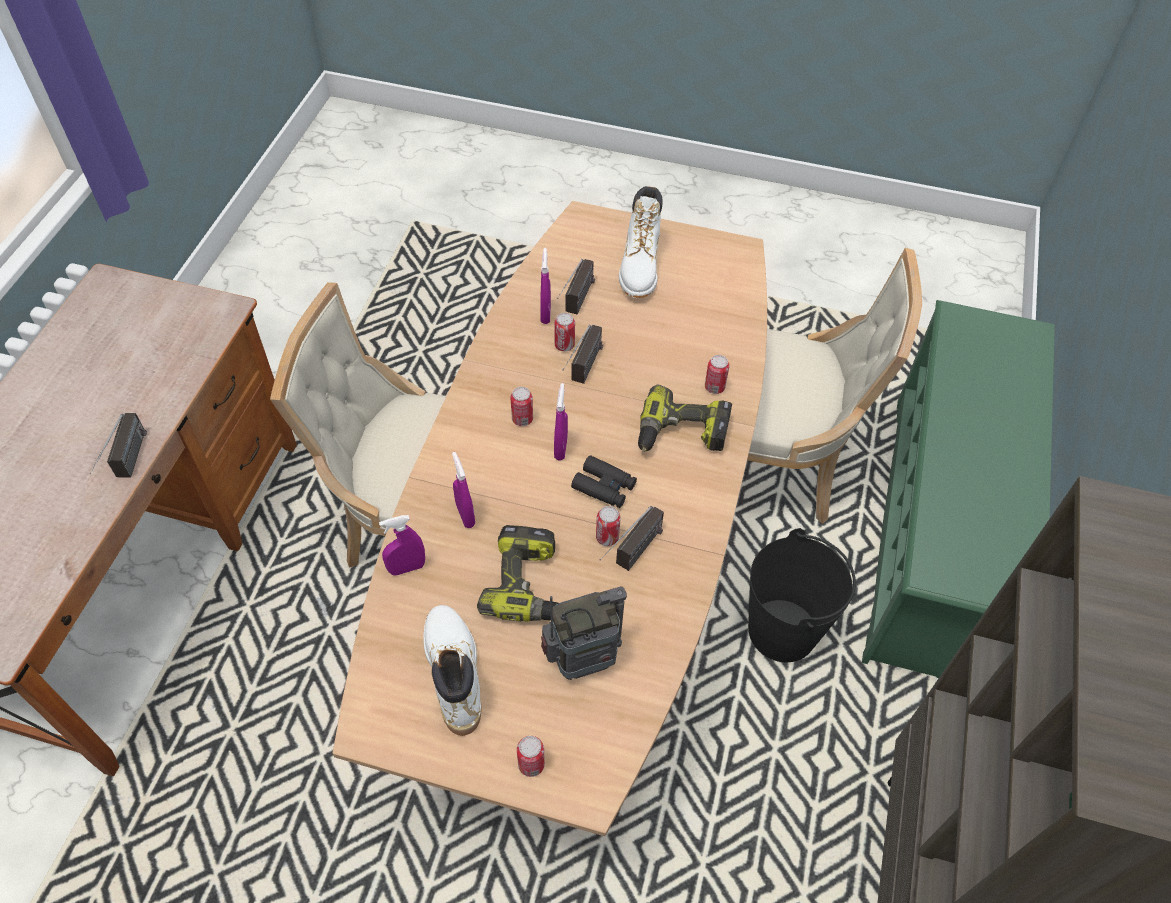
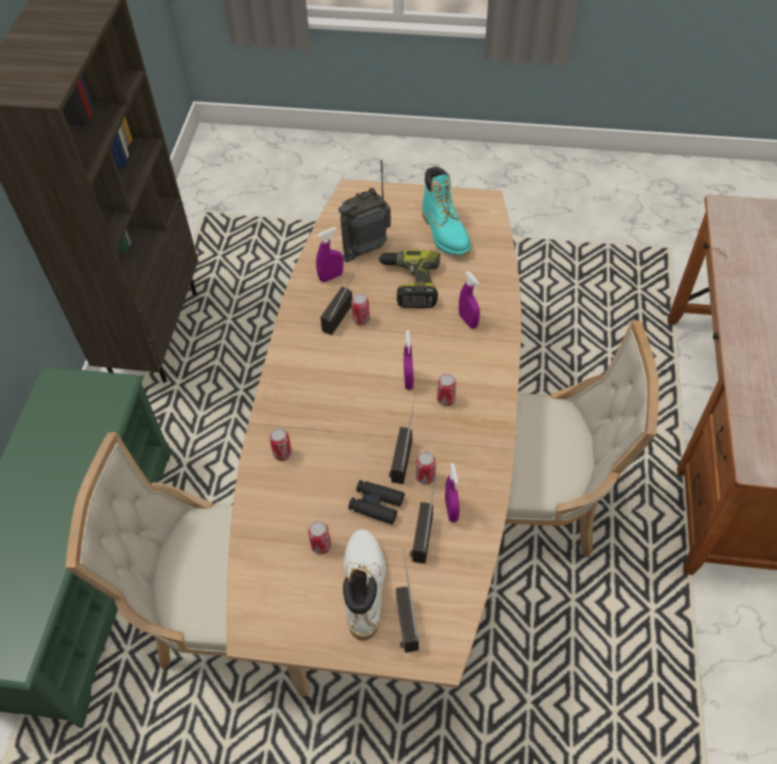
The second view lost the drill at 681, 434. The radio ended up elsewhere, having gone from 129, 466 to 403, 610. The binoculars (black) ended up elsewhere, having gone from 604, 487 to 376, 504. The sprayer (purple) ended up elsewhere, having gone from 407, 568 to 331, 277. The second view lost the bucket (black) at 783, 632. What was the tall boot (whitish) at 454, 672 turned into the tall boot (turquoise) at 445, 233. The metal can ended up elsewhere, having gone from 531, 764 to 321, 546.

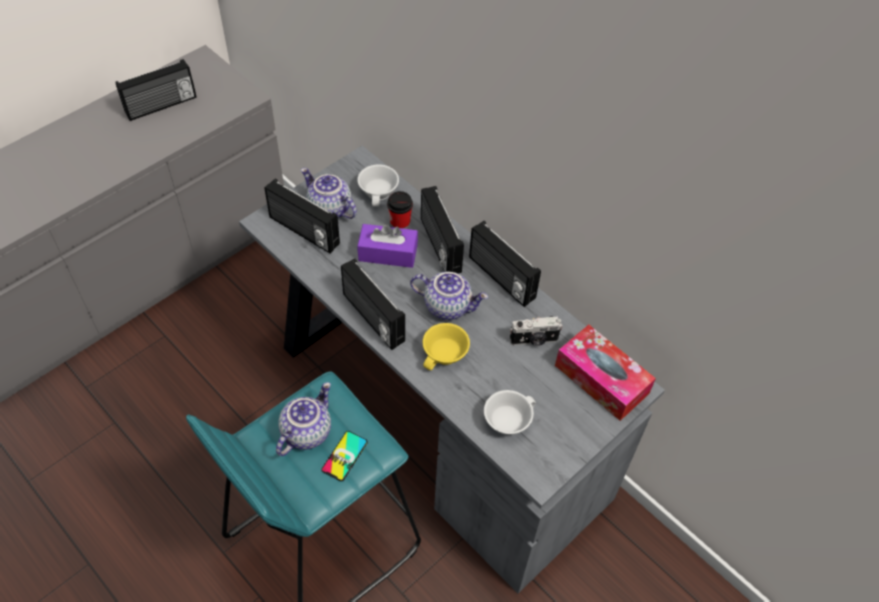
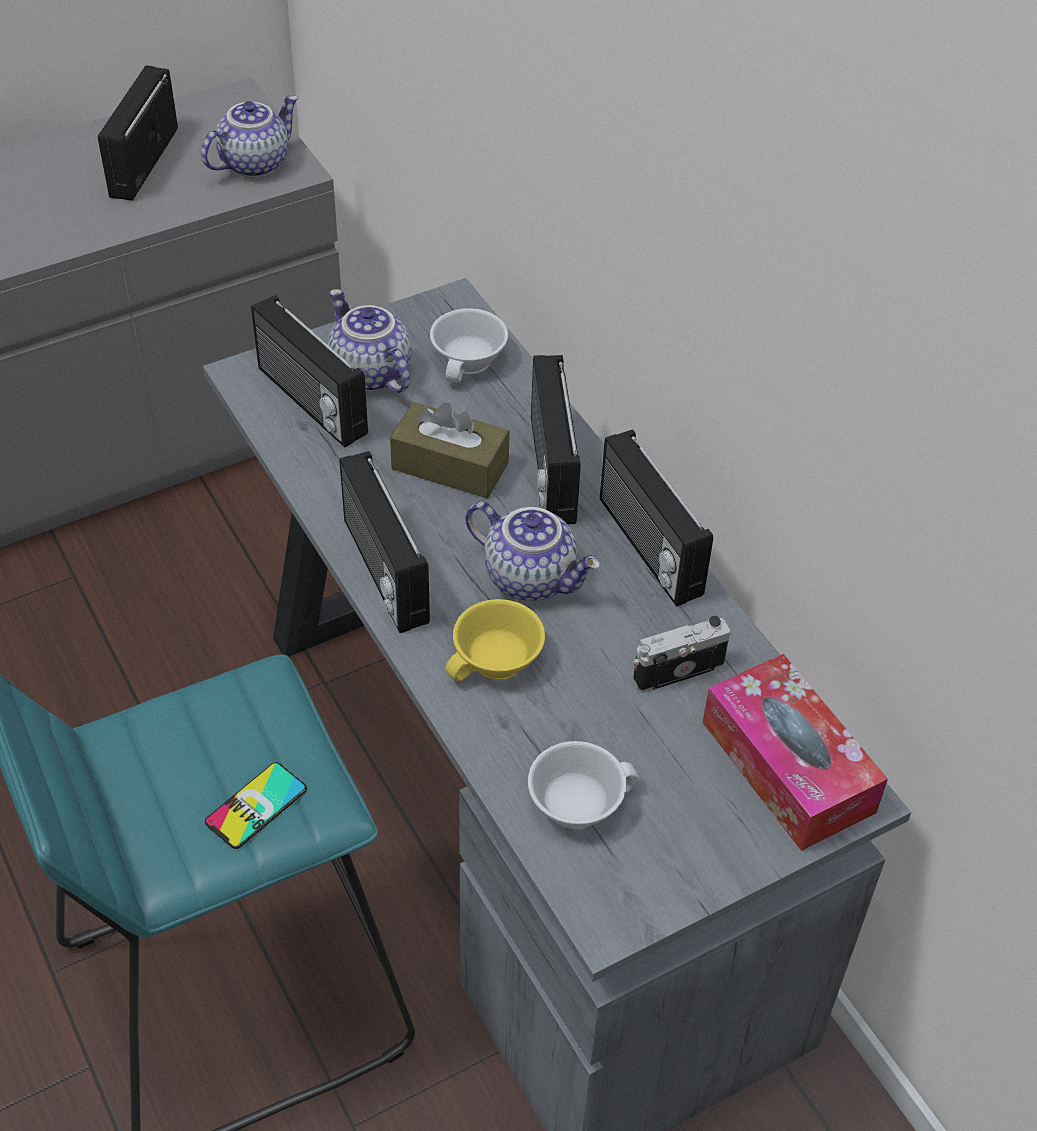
The radio at 161, 106 ended up facing another way, 120 degrees clockwise from before. The second view lost the drinking cup at 400, 223. What was the tissue box (purple) at 388, 253 turned into the tissue box (brown-coloured) at 450, 466. The still camera at 534, 340 ended up facing another way, 150 degrees clockwise from before. The tea pot ended up elsewhere, having gone from 305, 431 to 254, 162.

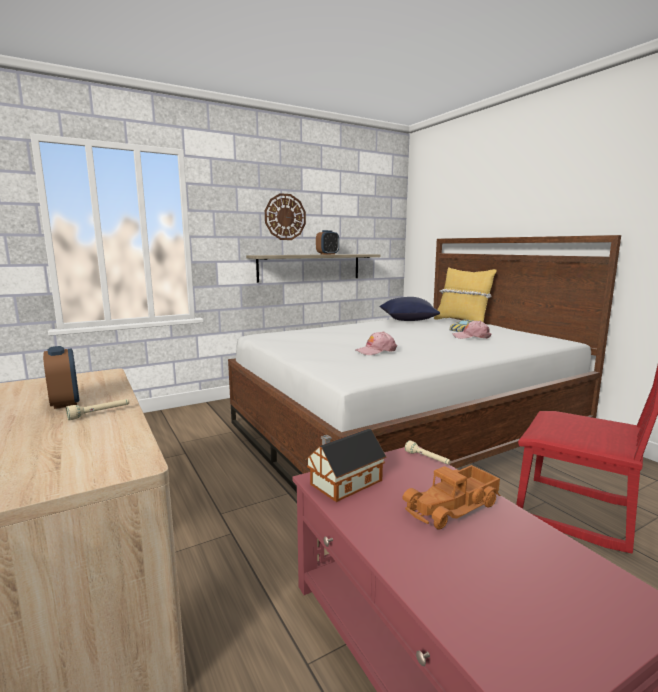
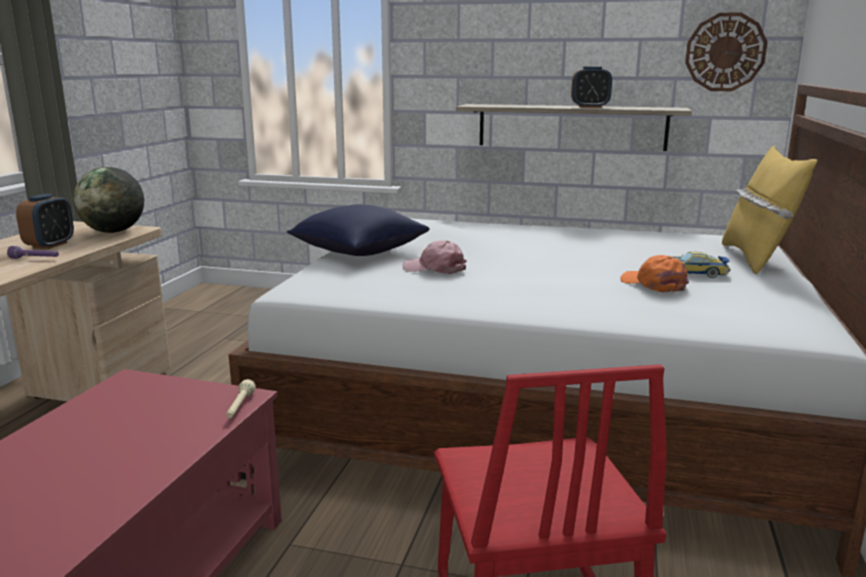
The clock on the wall ended up elsewhere, having gone from 285, 217 to 725, 52. The cushion (blue-coloured) ended up elsewhere, having gone from 407, 320 to 358, 251. What was the baseball cap (pinkish) at 471, 337 turned into the baseball cap (orange-coloured) at 654, 284. What was the torch (beige) at 99, 413 turned into the torch (purple) at 35, 259. The second view lost the toy house at 343, 483. The second view lost the toy truck at 454, 507. The second view gained the desk globe at 114, 231.

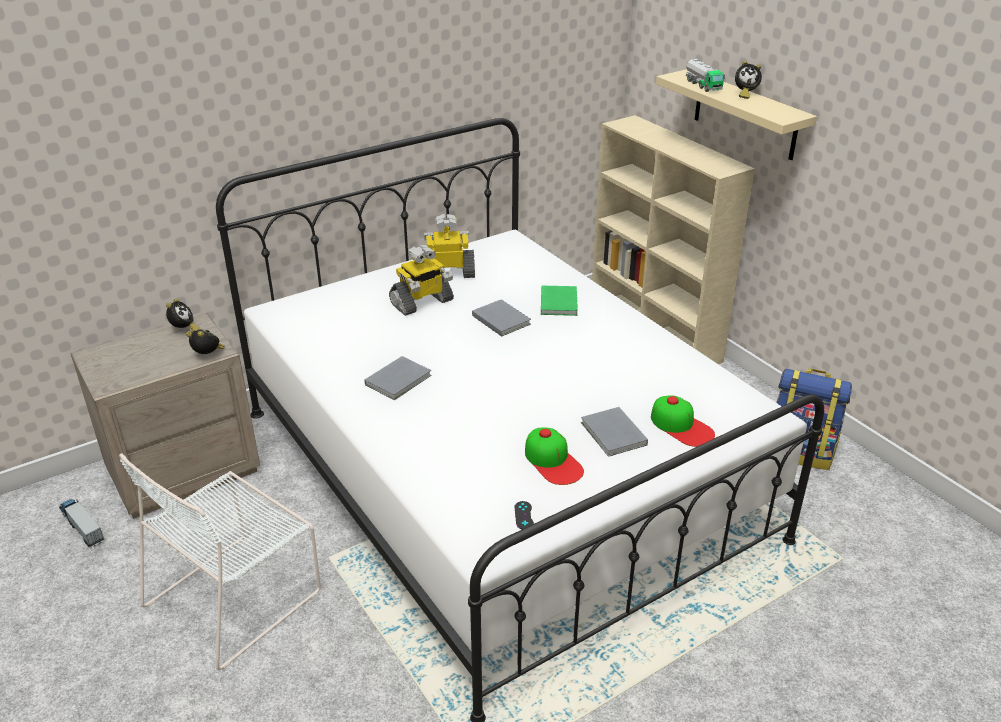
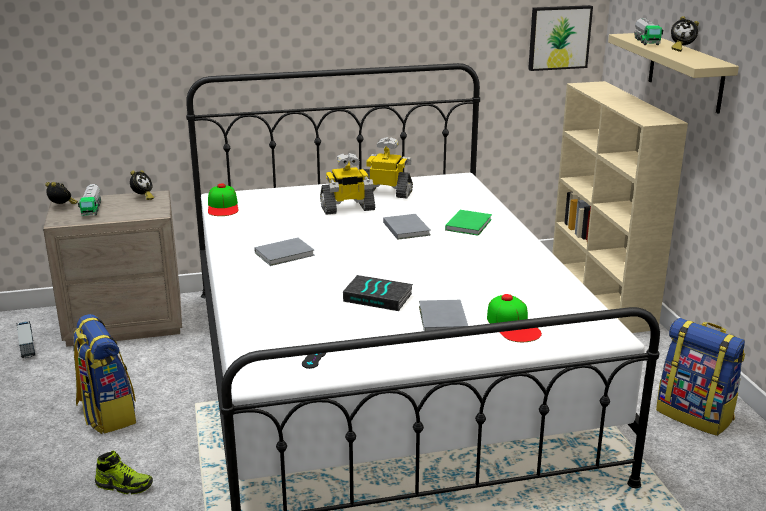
The bedside clock ended up elsewhere, having gone from 208, 355 to 62, 207. The baseball cap ended up elsewhere, having gone from 553, 461 to 223, 206. Where the upright chair (whitish) stood at 237, 595, the rucksack came to stand at 106, 414. The second view gained the wall picture at 559, 37. The second view gained the toy truck at 91, 209. The second view gained the bound book at 379, 297. The second view gained the low shoe at 124, 485.

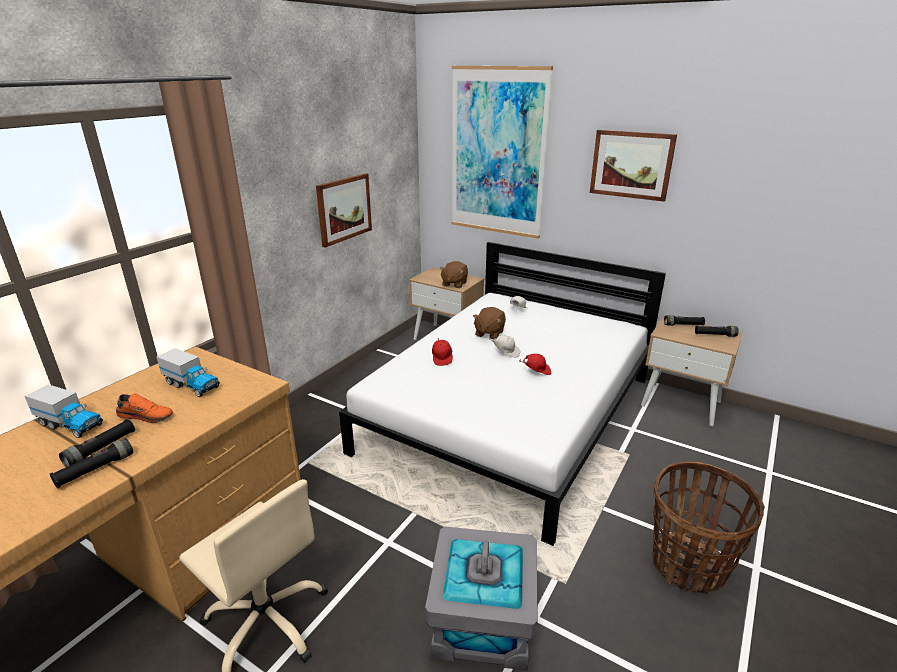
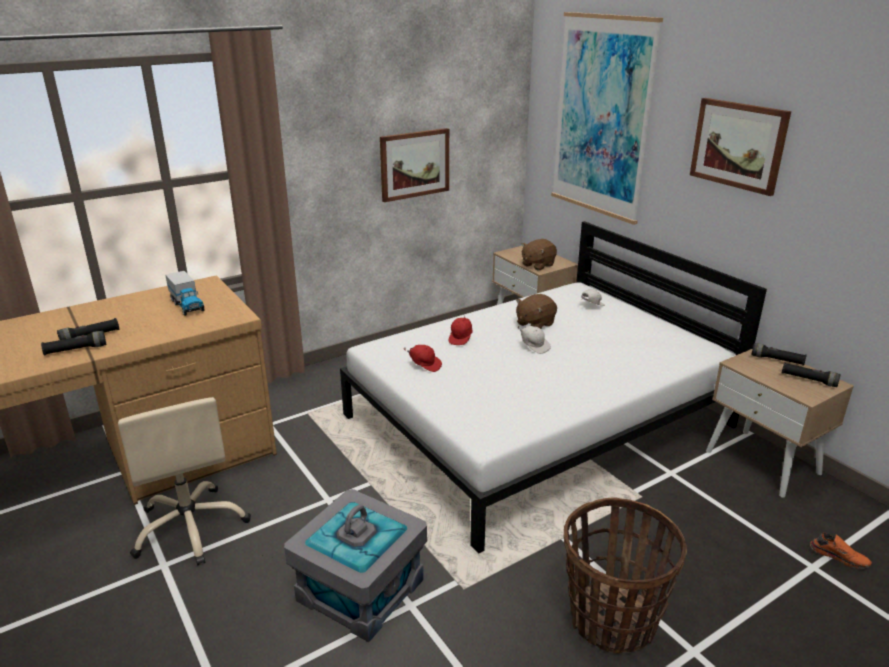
The baseball cap (reddish) ended up elsewhere, having gone from 536, 371 to 424, 365. The second view lost the toy truck at 71, 425. The low shoe (orange-coloured) ended up elsewhere, having gone from 147, 416 to 839, 556.

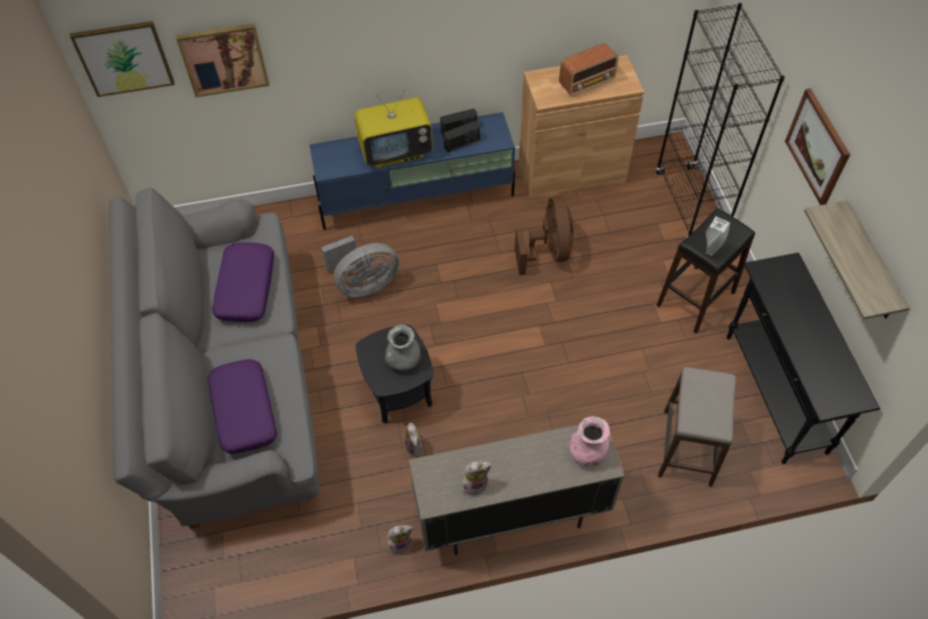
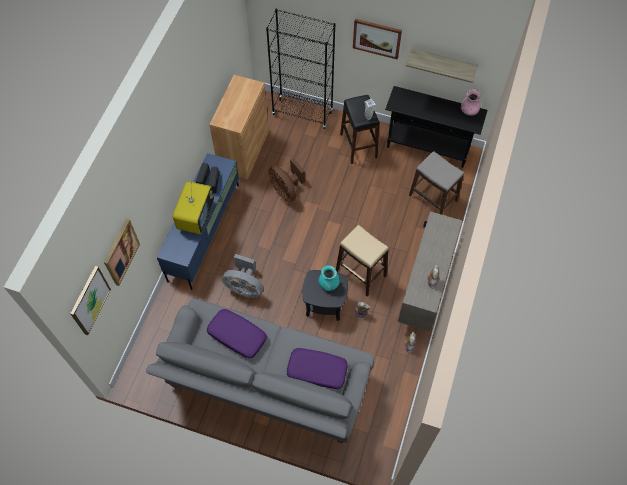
The second view lost the radio at 587, 83. The cooling fan (brown-coloured) at 548, 251 ended up facing another way, 150 degrees counterclockwise from before. The cooling fan (grey) at 364, 284 ended up facing another way, 105 degrees clockwise from before. What was the decorative vase (grey) at 404, 360 turned into the decorative vase (turquoise) at 328, 284. The decorative vase (pinkish) ended up elsewhere, having gone from 587, 452 to 469, 111. The second view gained the stool (beige) at 361, 274.

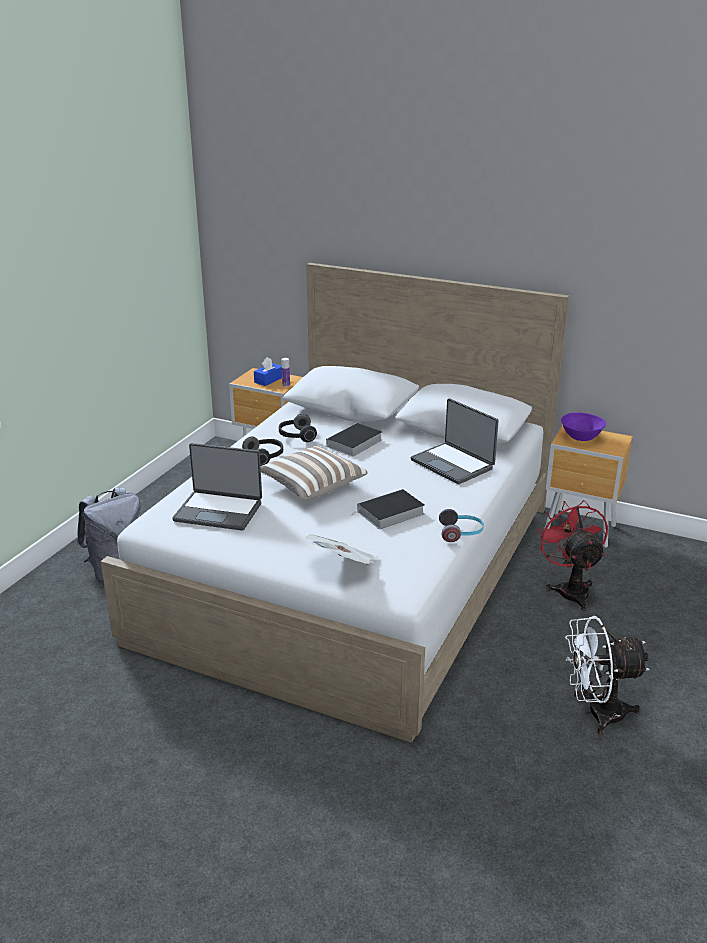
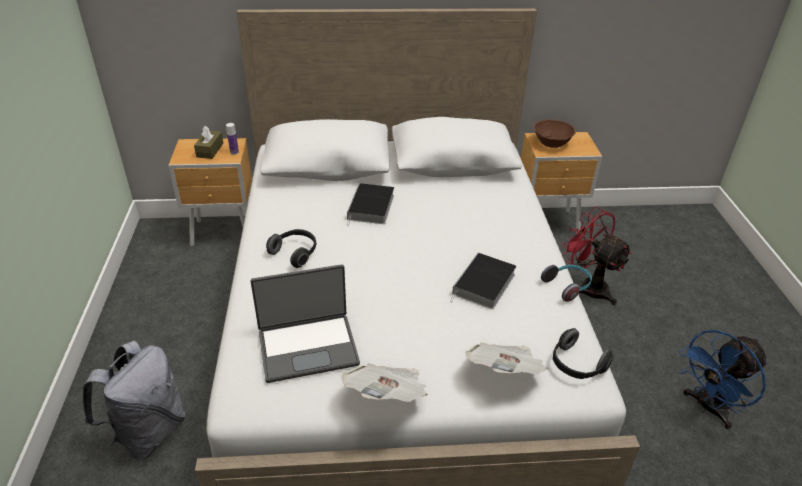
What was the tissue box (blue-coloured) at 269, 380 turned into the tissue box (brown-coloured) at 210, 150. The second view lost the notebook computer at 453, 464. What was the deep dish (purple) at 581, 437 turned into the deep dish (brown-coloured) at 552, 143. The pair of headphones ended up elsewhere, having gone from 296, 436 to 576, 365. The second view lost the cushion at 311, 485. What was the cooling fan (whitish) at 596, 713 turned into the cooling fan (blue-coloured) at 708, 408. The second view gained the newspaper at 388, 396.

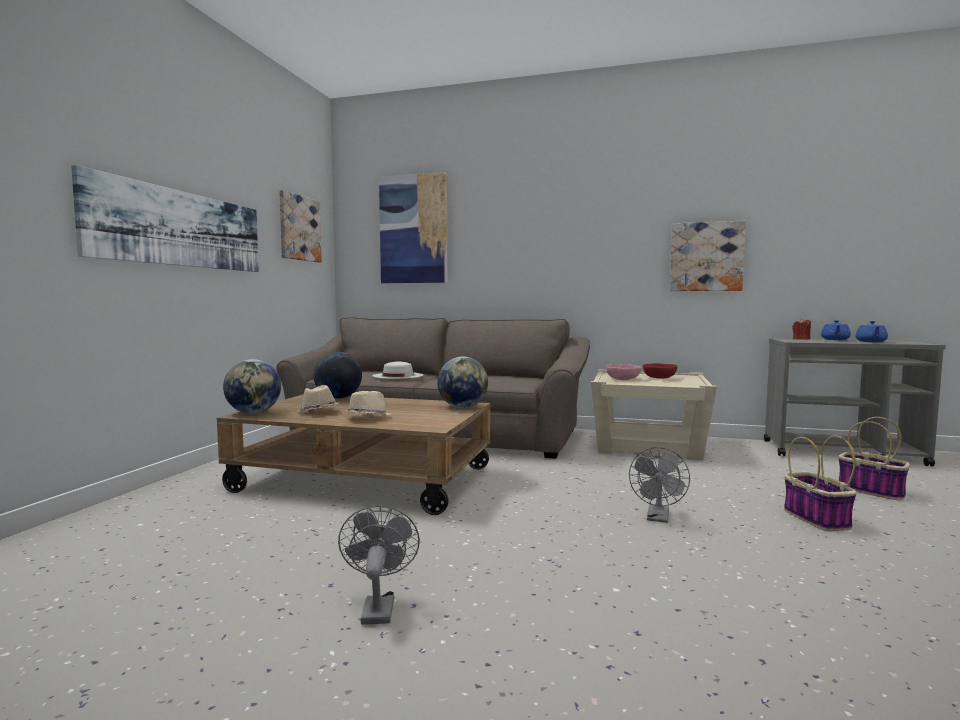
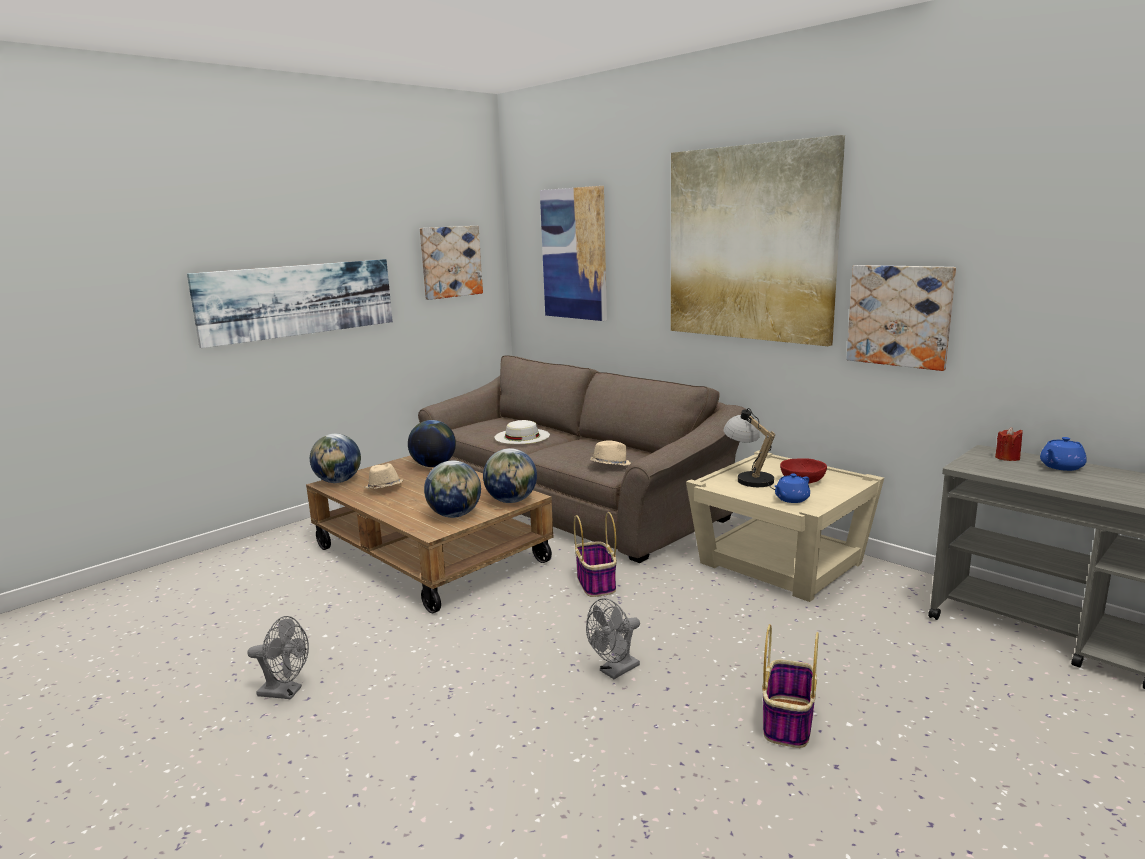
The tea pot (blue-coloured) ended up elsewhere, having gone from 871, 342 to 791, 499. Where the deep dish (pinkish) stood at 623, 379, the lamp for a table came to stand at 749, 478. The wearable hat (beige) ended up elsewhere, having gone from 367, 418 to 610, 465. The household basket ended up elsewhere, having gone from 872, 491 to 596, 584. The cooling fan (grey) at 378, 607 ended up facing another way, 75 degrees clockwise from before. The second view gained the wall picture at 750, 244. The second view gained the desk globe at 455, 515.

